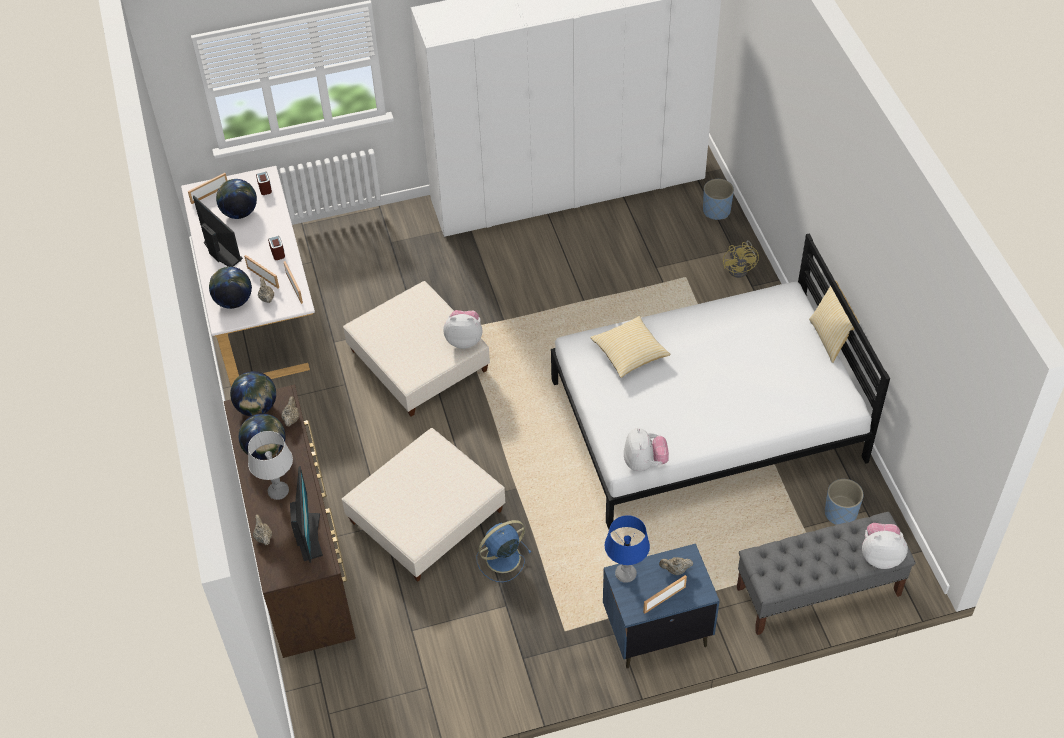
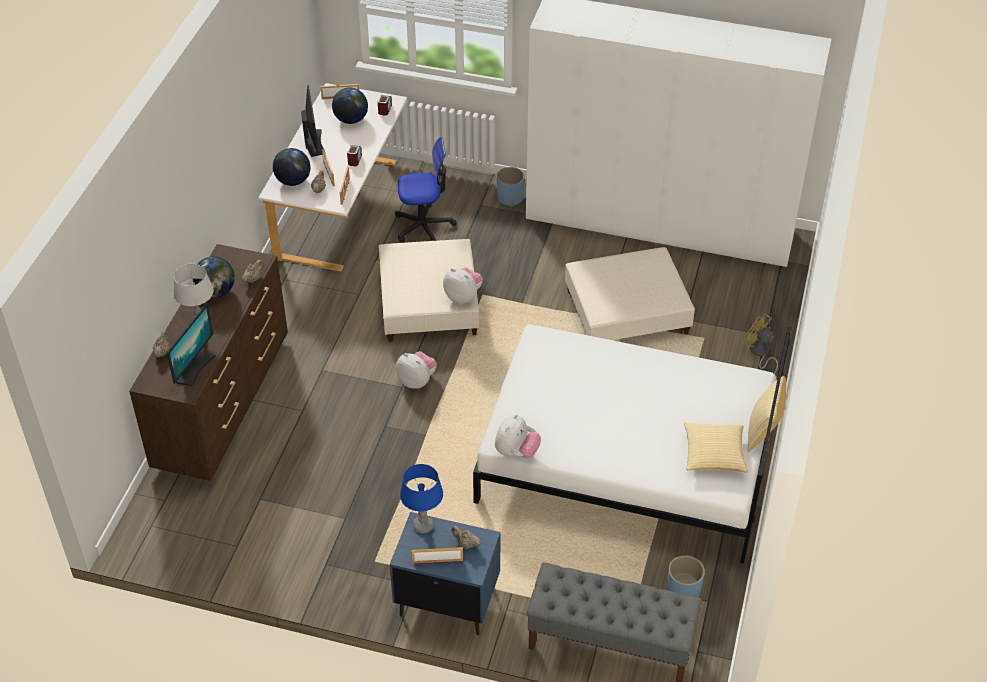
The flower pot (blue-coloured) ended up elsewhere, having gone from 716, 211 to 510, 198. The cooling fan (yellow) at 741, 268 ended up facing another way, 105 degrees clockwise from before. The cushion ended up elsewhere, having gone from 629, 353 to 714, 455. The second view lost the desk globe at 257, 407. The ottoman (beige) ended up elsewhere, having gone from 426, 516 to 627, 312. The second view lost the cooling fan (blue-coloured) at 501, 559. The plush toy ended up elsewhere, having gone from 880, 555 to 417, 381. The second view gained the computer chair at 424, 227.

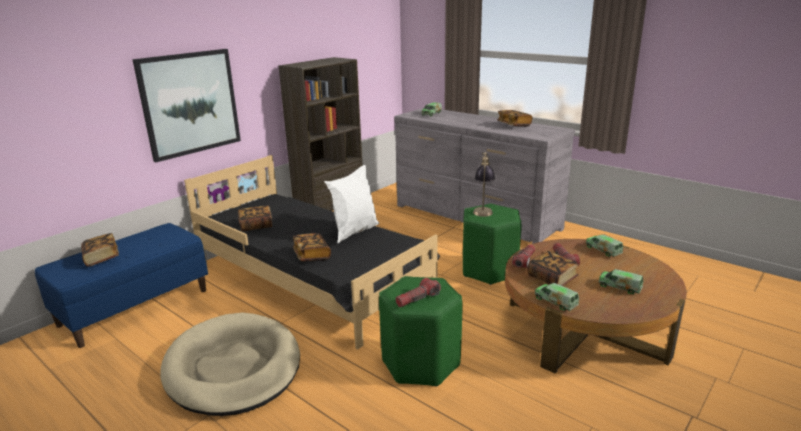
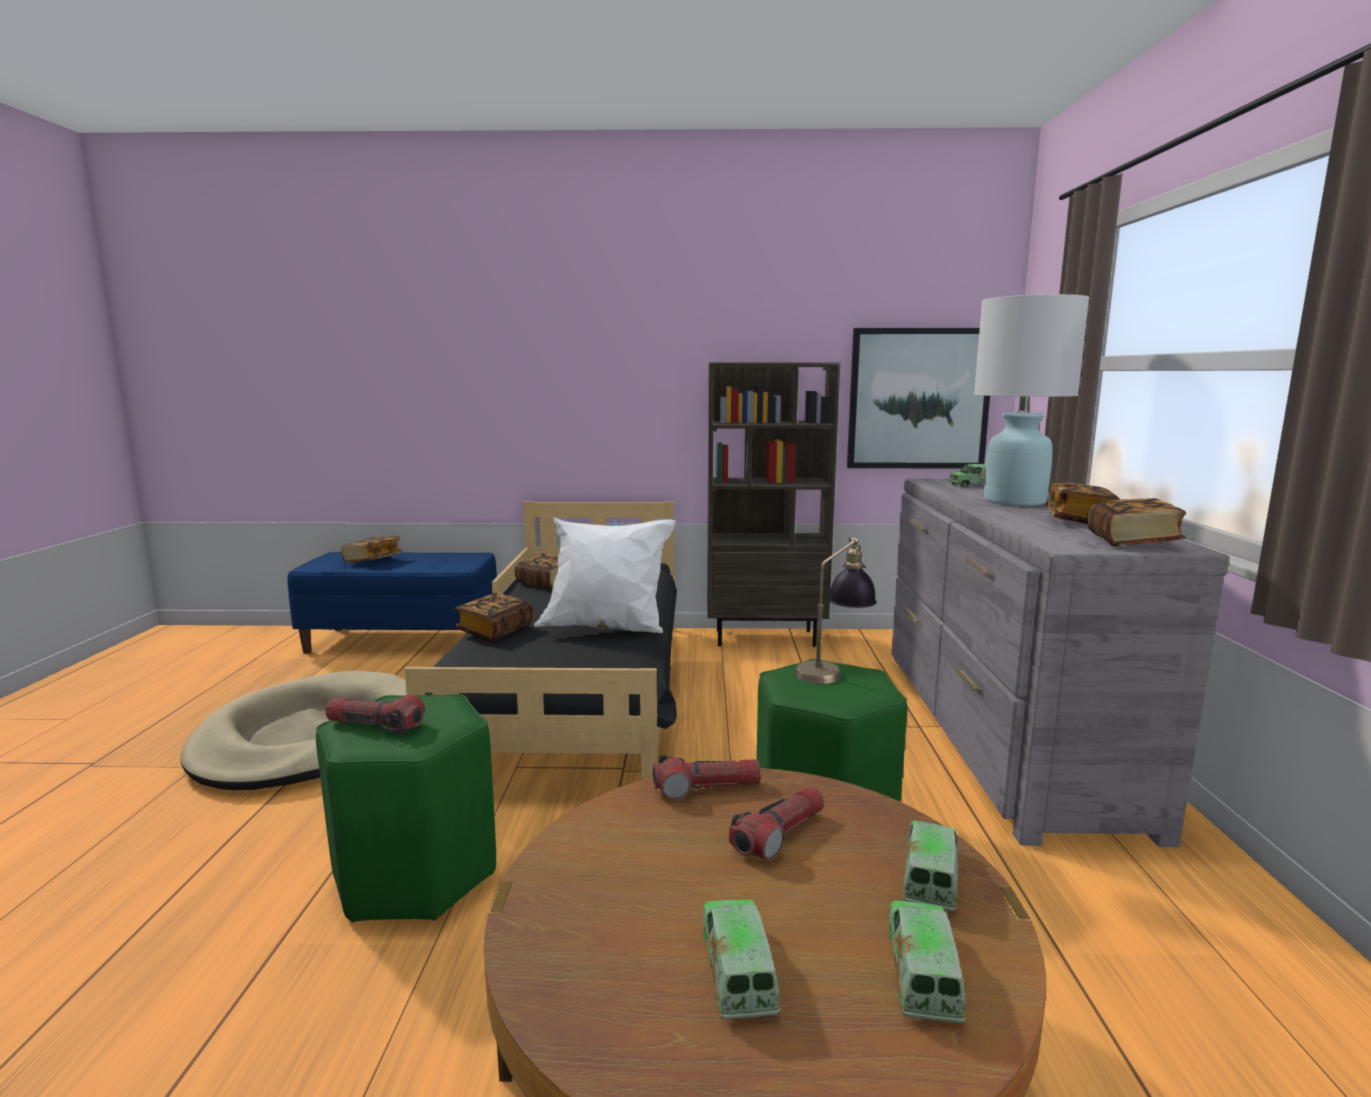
The wall picture ended up elsewhere, having gone from 190, 103 to 918, 399. The bound book ended up elsewhere, having gone from 552, 278 to 1132, 542. The toy truck ended up elsewhere, having gone from 555, 302 to 922, 973. The second view gained the lamp for a table (whitish) at 1015, 501.

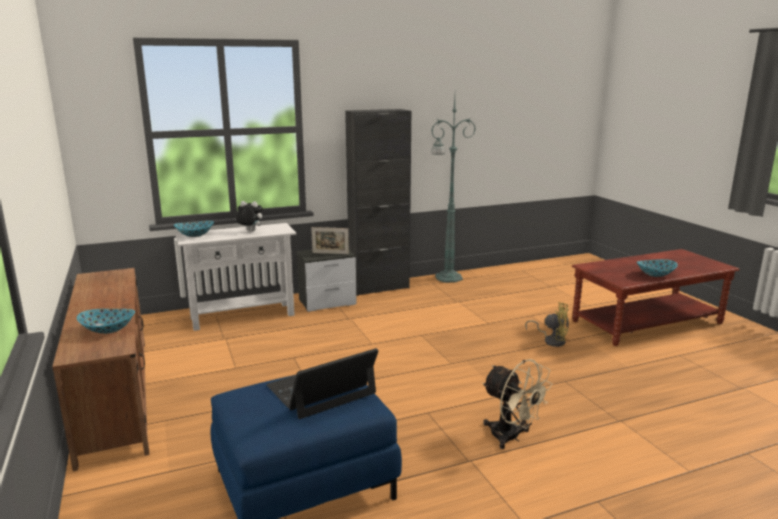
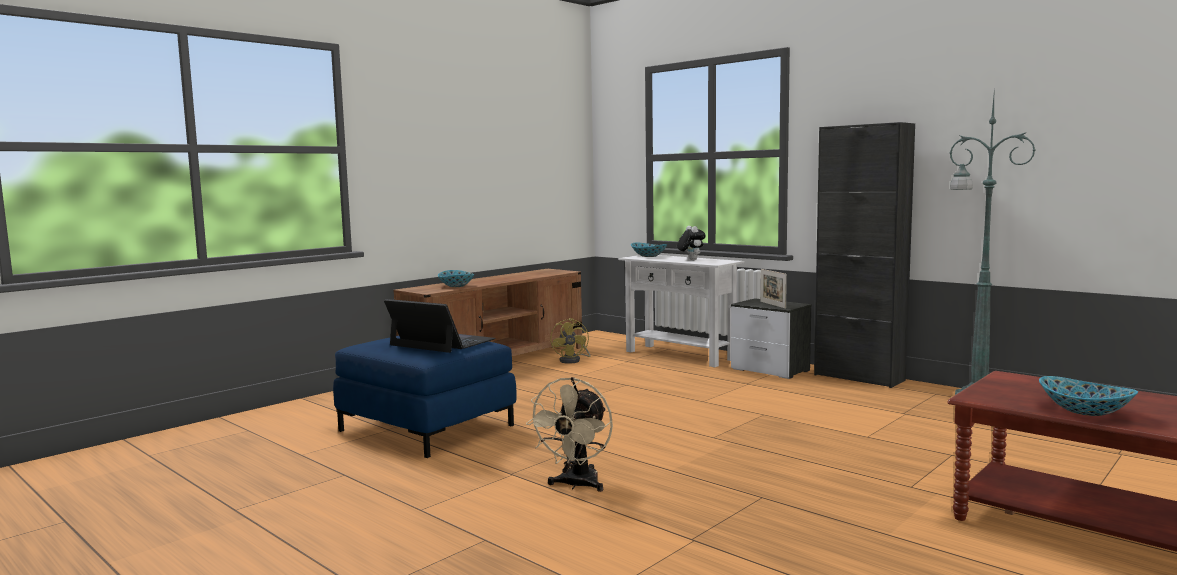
The cooling fan (yellow) ended up elsewhere, having gone from 552, 340 to 573, 360.

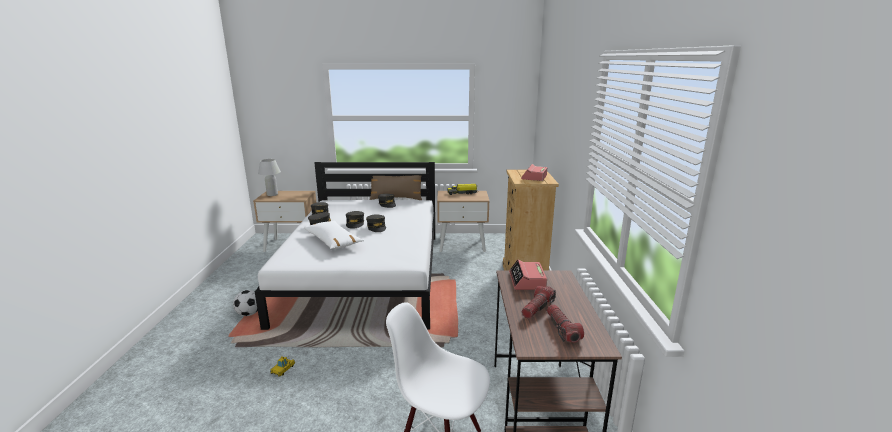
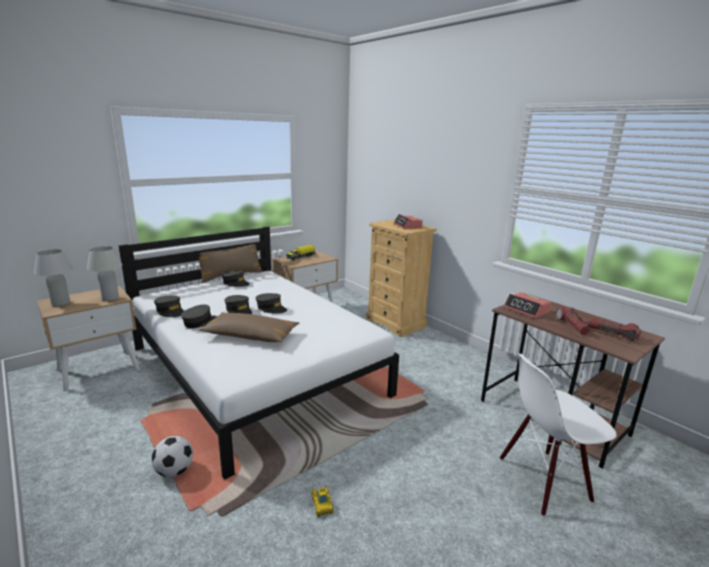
What was the cushion (whitish) at 333, 241 turned into the cushion (brown-coloured) at 250, 335. The second view gained the lamp for a table (whitish) at 110, 298.

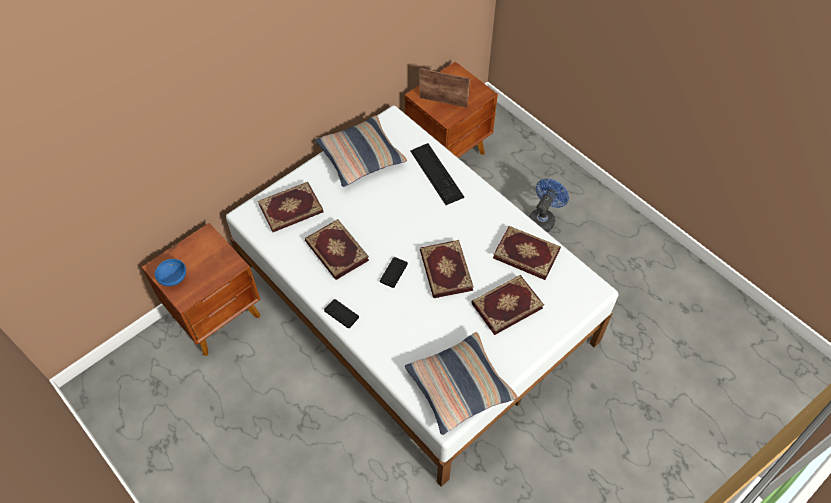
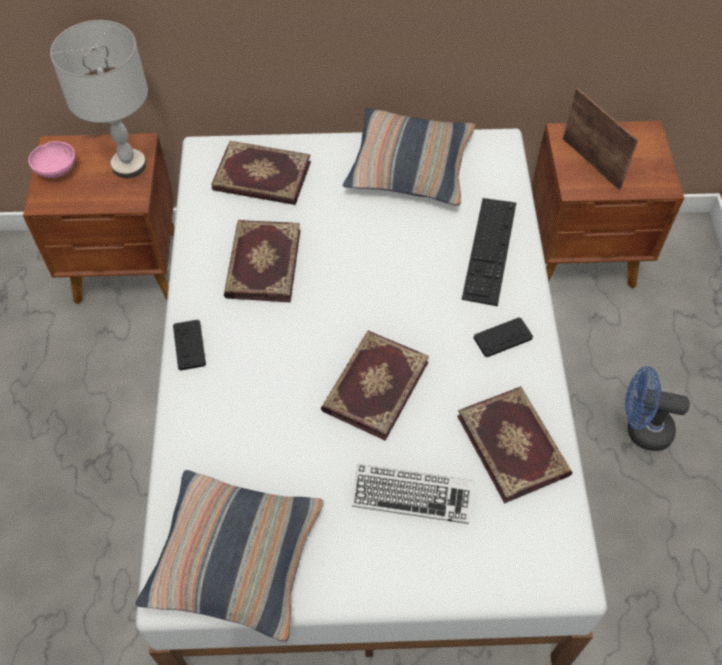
The cooling fan (blue-coloured) at 543, 219 ended up facing another way, 150 degrees counterclockwise from before. The joypad (black) ended up elsewhere, having gone from 393, 272 to 502, 338. What was the deep dish (blue-coloured) at 173, 277 turned into the deep dish (pinkish) at 57, 169. Where the bound book stood at 506, 305, the PC keyboard came to stand at 412, 496. The second view gained the lamp for a table (grey) at 129, 165.

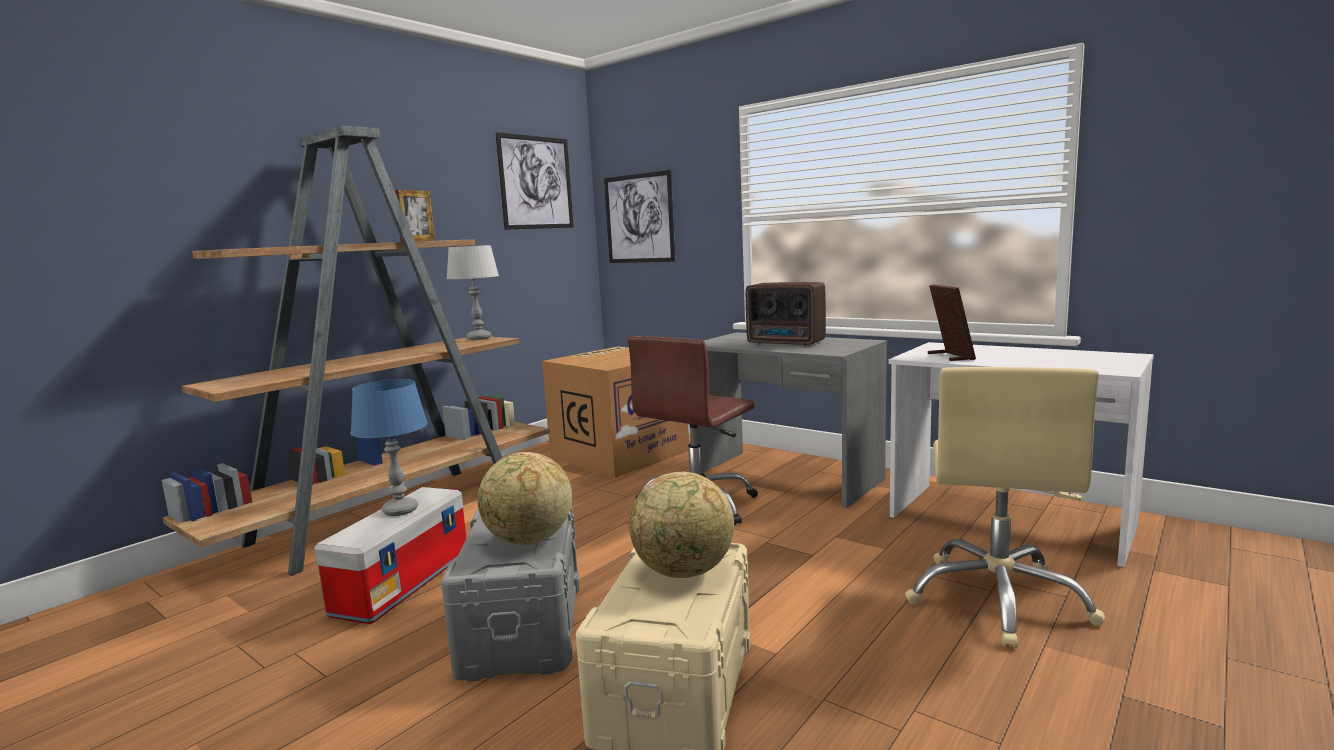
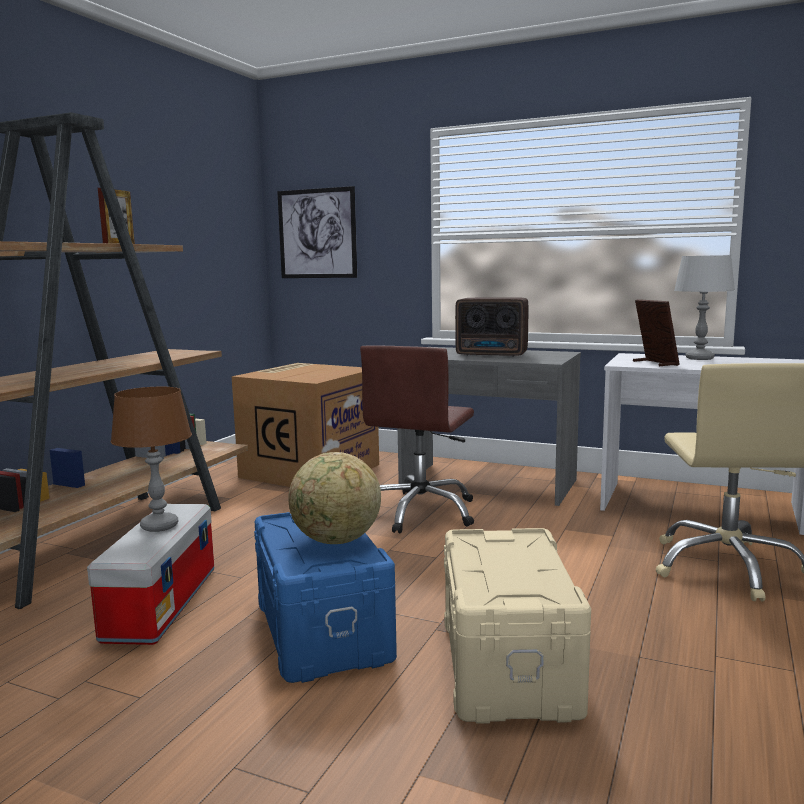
The second view lost the wall picture at 536, 182. The lamp for a table (grey) ended up elsewhere, having gone from 479, 338 to 700, 358. What was the lamp for a table (blue-coloured) at 400, 510 turned into the lamp for a table (brown-coloured) at 159, 526. The second view lost the desk globe at 684, 572. What was the storage container (grey) at 524, 626 turned into the storage container (blue-coloured) at 324, 630.

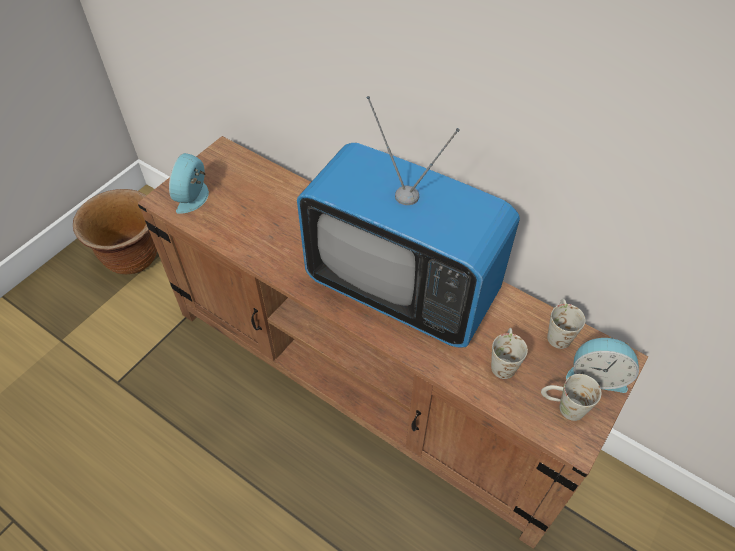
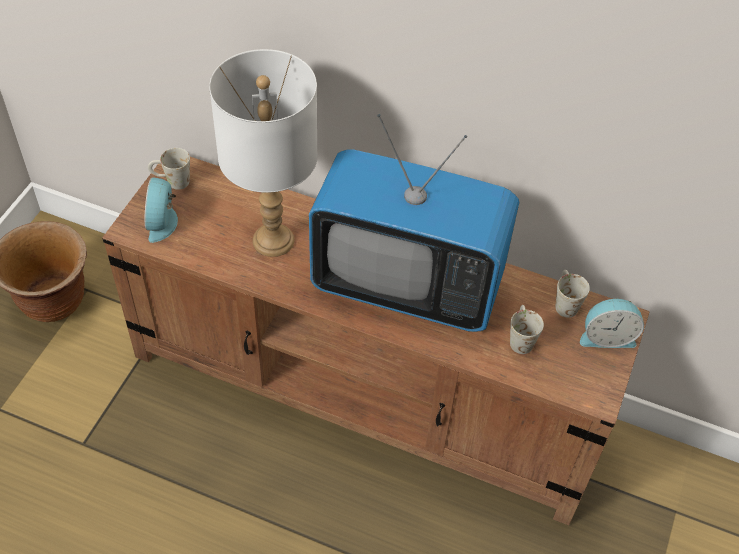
The coffee mug (whitish) ended up elsewhere, having gone from 563, 407 to 171, 181. The second view gained the lamp for a table (whitish) at 273, 241.

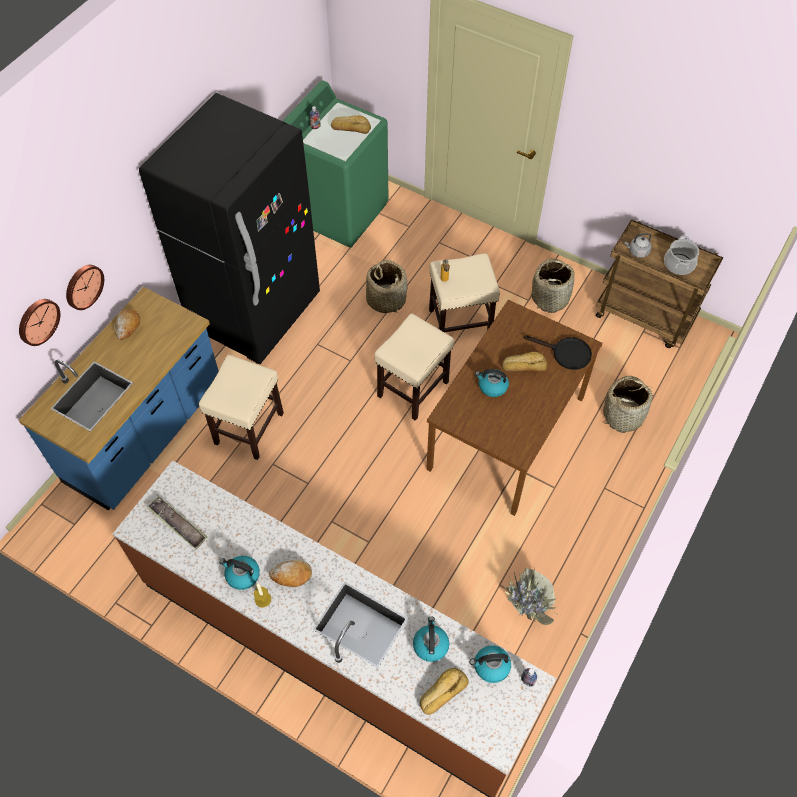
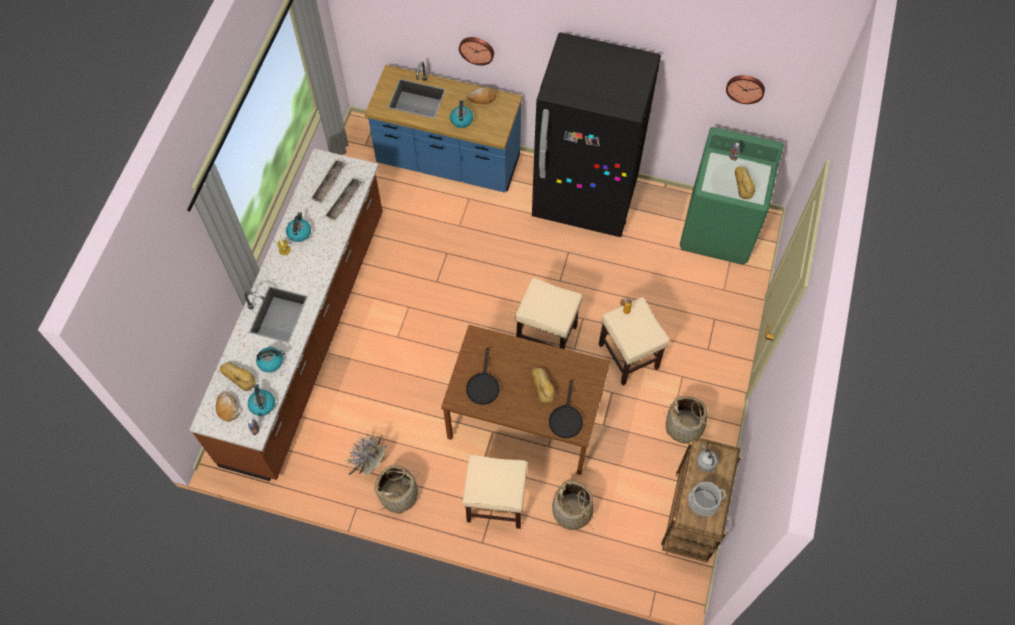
The household basket ended up elsewhere, having gone from 386, 299 to 399, 494. The clock on the wall ended up elsewhere, having gone from 37, 321 to 745, 88. The stool (beige) ended up elsewhere, having gone from 249, 429 to 495, 504. The tea kettle ended up elsewhere, having gone from 492, 386 to 461, 119. The bread ended up elsewhere, having gone from 291, 575 to 227, 408. The second view gained the serving tray at 344, 201. The second view gained the frying pan (black) at 483, 385.

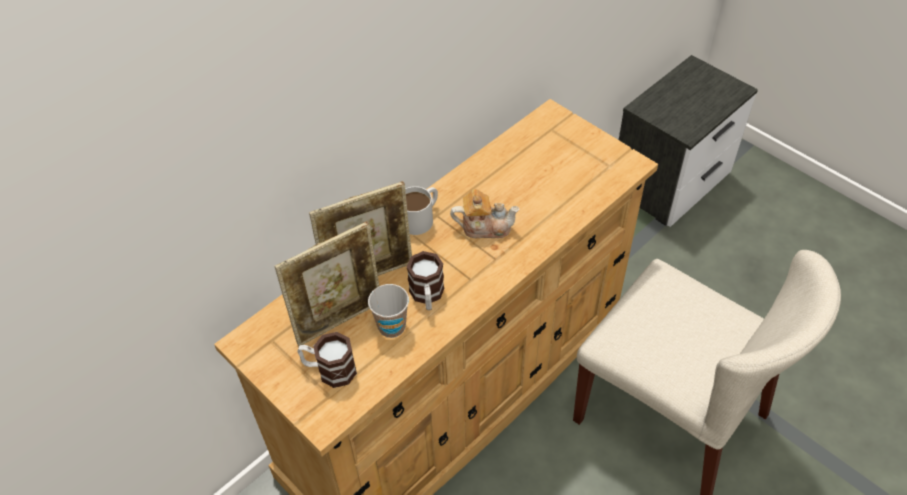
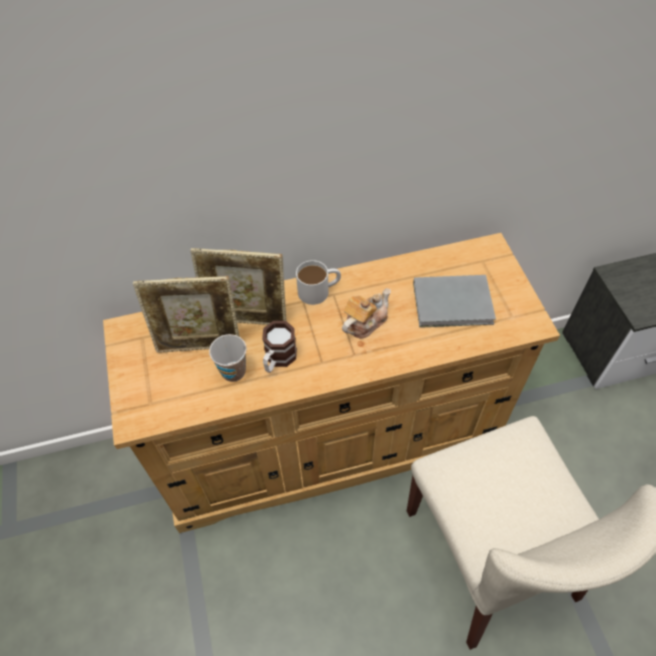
The tea pot at 485, 227 ended up facing another way, 75 degrees counterclockwise from before. The second view lost the coffee mug at 329, 370. The second view gained the bound book (grey) at 455, 304.

